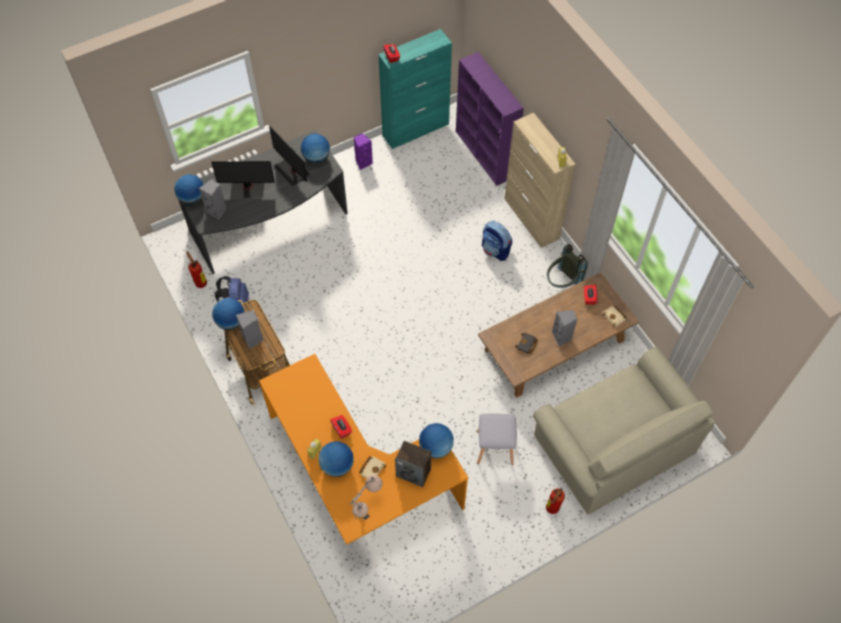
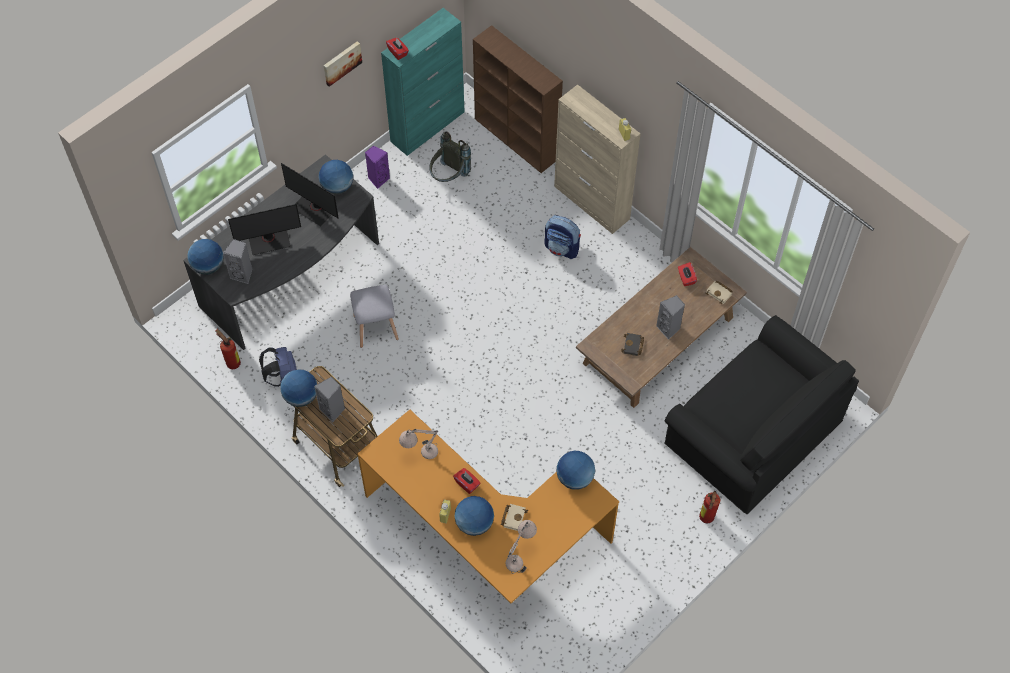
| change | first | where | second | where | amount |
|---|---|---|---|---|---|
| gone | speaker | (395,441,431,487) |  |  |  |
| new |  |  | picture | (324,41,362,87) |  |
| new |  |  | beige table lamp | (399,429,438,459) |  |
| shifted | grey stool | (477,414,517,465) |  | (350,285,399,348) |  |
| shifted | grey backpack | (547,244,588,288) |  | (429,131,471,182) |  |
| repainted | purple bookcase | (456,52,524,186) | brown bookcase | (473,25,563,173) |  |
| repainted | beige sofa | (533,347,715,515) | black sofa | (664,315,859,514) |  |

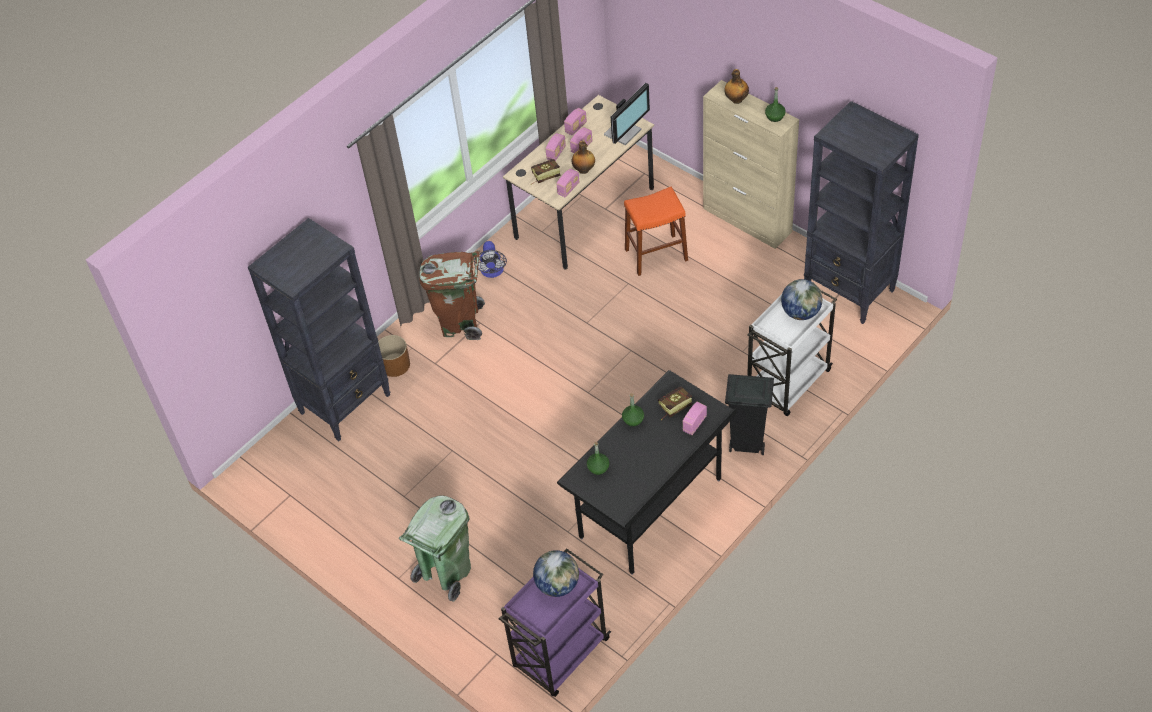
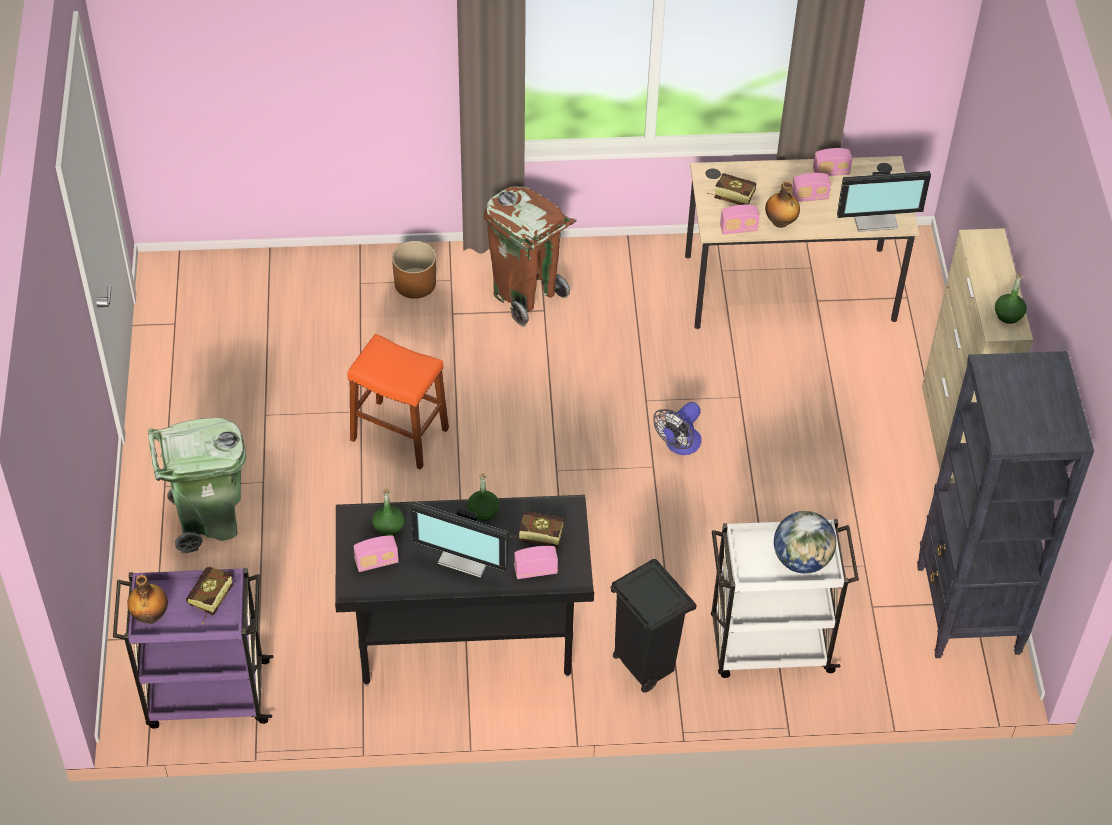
| change | first | where | second | where | amount |
|---|---|---|---|---|---|
| gone | black bookcase | (248,218,390,441) |  |  |  |
| new |  |  | monitor | (411,502,508,578) |  |
| shifted | fan | (474,241,507,278) |  | (653,402,702,455) |  |
| shifted | radio | (546,133,566,161) |  | (354,535,399,572) |  |
| shifted | orange stool | (624,187,688,276) |  | (347,334,449,470) |  |
| shifted | bottle | (724,69,749,104) |  | (127,575,168,624) |  |
| swapped | globe | (533,550,579,597) | book | (186,567,233,625) |  |

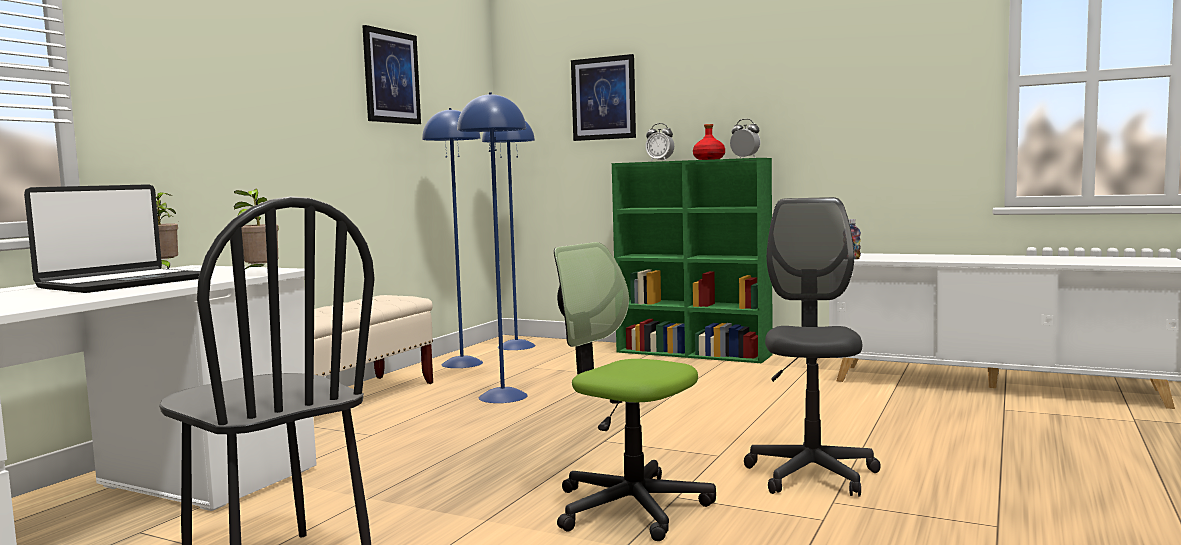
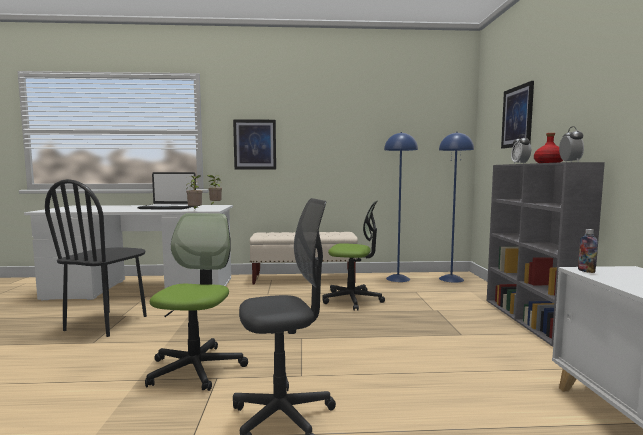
| change | first | where | second | where | amount |
|---|---|---|---|---|---|
| shifted | picture | (362,25,421,124) |  | (233,119,276,169) |  |
| swapped | blue floor lamp | (457,92,528,403) | office chair | (322,200,385,311) |  |
| repainted | green bookcase | (612,158,773,363) | grey bookcase | (487,162,605,347) |  |

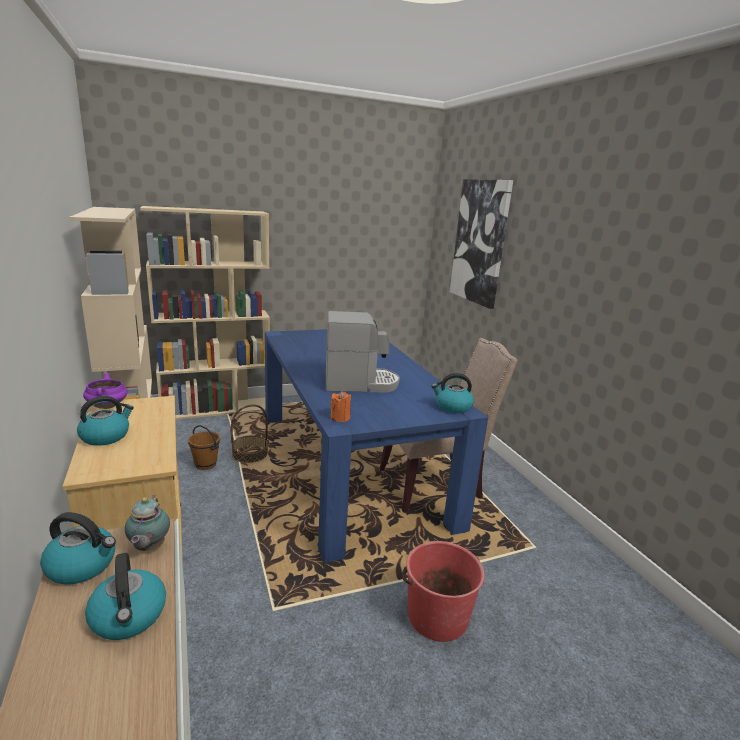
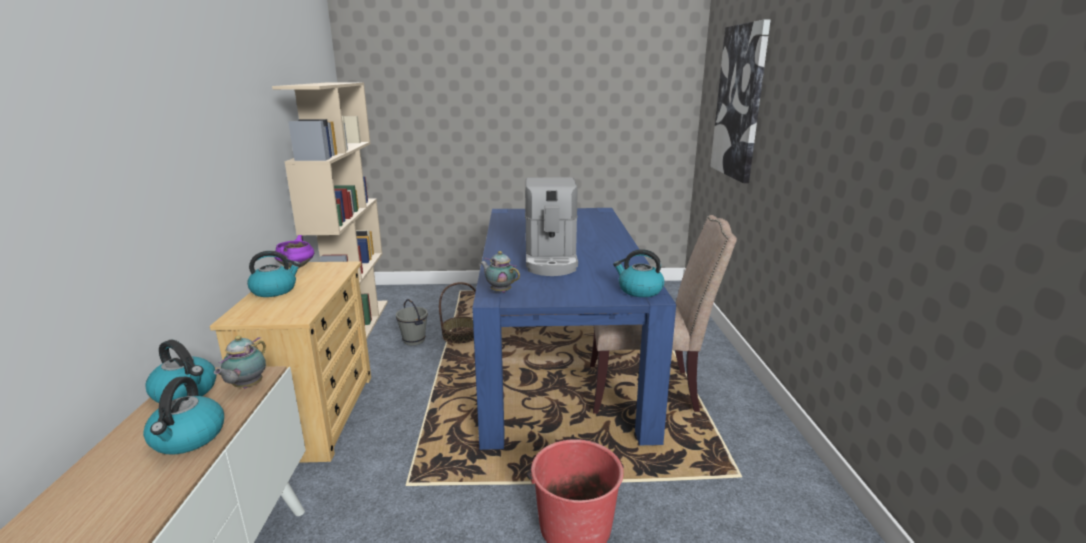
| change | first | where | second | where | amount |
|---|---|---|---|---|---|
| gone | beige bookcase | (140,206,270,420) |  |  |  |
| swapped | orange candle | (330,391,351,422) | teapot | (480,251,520,293) |  |
| repainted | brown bucket | (188,425,220,470) | grey bucket | (396,299,428,346) |  |
| rotated | coffee machine | (326,311,400,393) |  | (525,178,578,276) | 75 degrees clockwise |

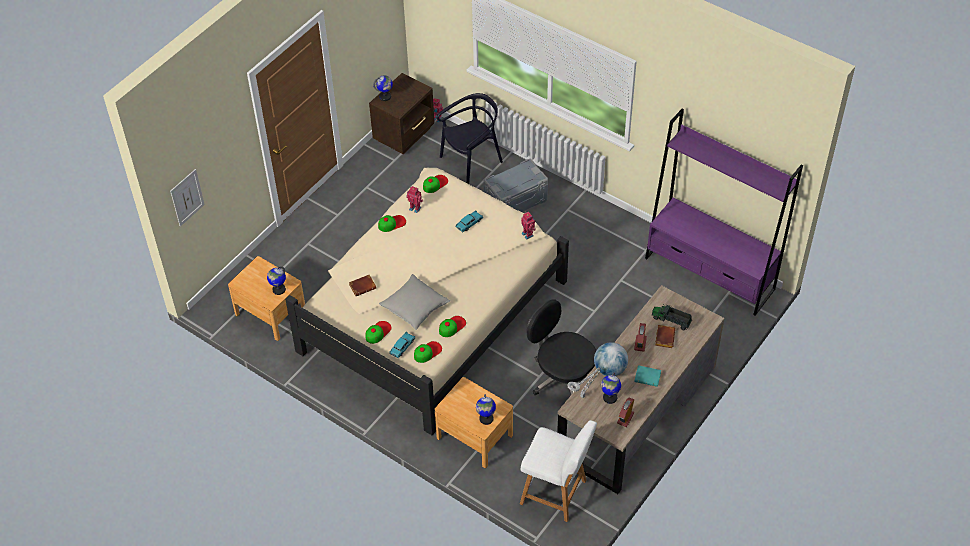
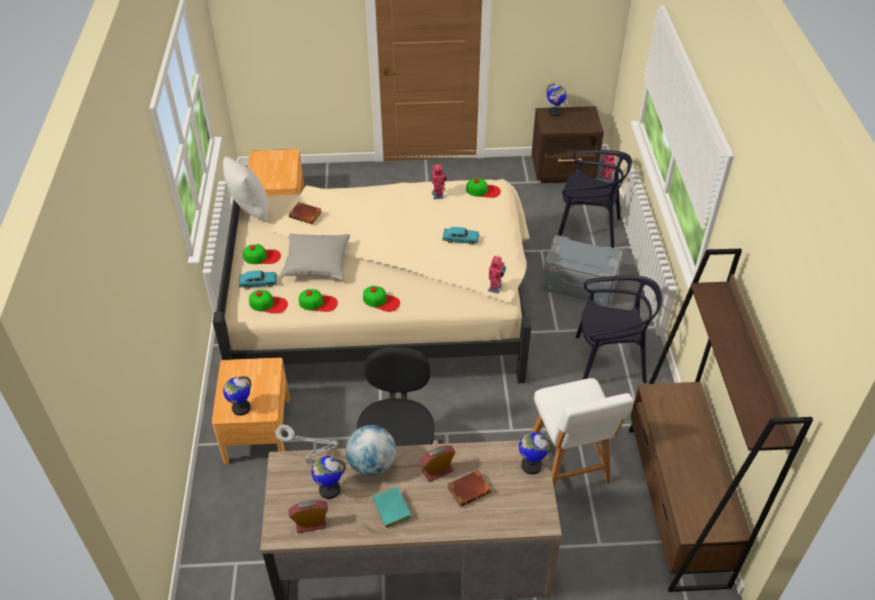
| change | first | where | second | where | amount |
|---|---|---|---|---|---|
| gone | picture | (170,169,205,226) |  |  |  |
| gone | toy truck | (652,304,692,331) |  |  |  |
| new |  |  | white pillow | (223,157,269,220) |  |
| new |  |  | black chair | (575,275,662,383) |  |
| shifted | globe | (267,266,286,295) |  | (519,432,553,474) |  |
| shifted | cap | (378,215,406,232) |  | (363,286,400,312) |  |
| shifted | white stool | (520,420,597,522) |  | (532,378,634,489) |  |
| repainted | purple bookcase | (645,109,803,316) | brown bookcase | (629,249,813,592) |  |

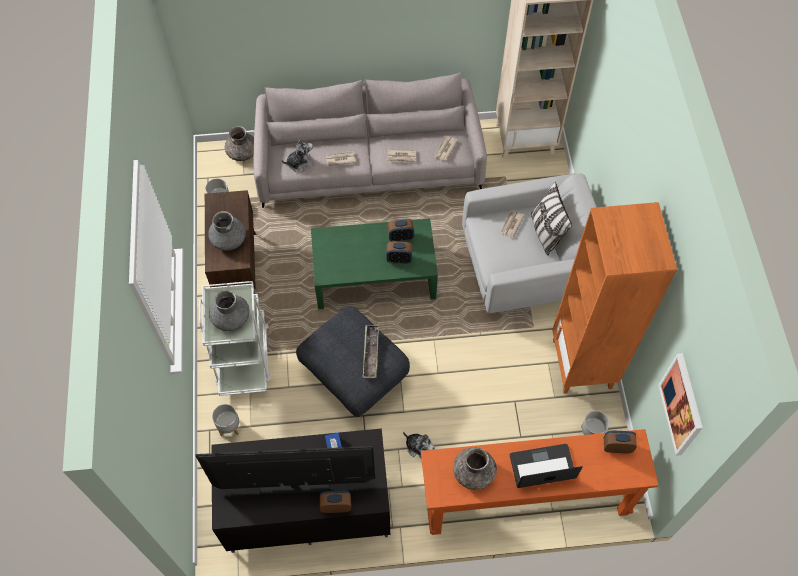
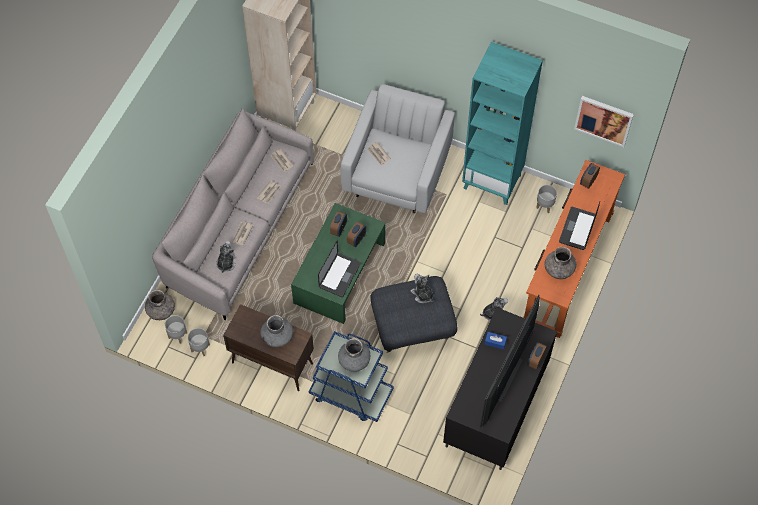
| change | first | where | second | where | amount |
|---|---|---|---|---|---|
| gone | pillow | (531,182,572,256) |  |  |  |
| new |  |  | laptop | (318,240,361,297) |  |
| shifted | grey planter | (212,404,239,436) |  | (165,315,187,344) |  |
| swapped | tray | (363,325,379,378) | plush toy | (411,274,434,303) |  |
| repainted | white cart | (199,281,271,396) | blue cart | (309,331,394,422) |  |
| repainted | orange bookcase | (552,202,677,394) | turquoise bookcase | (462,42,543,205) |  |

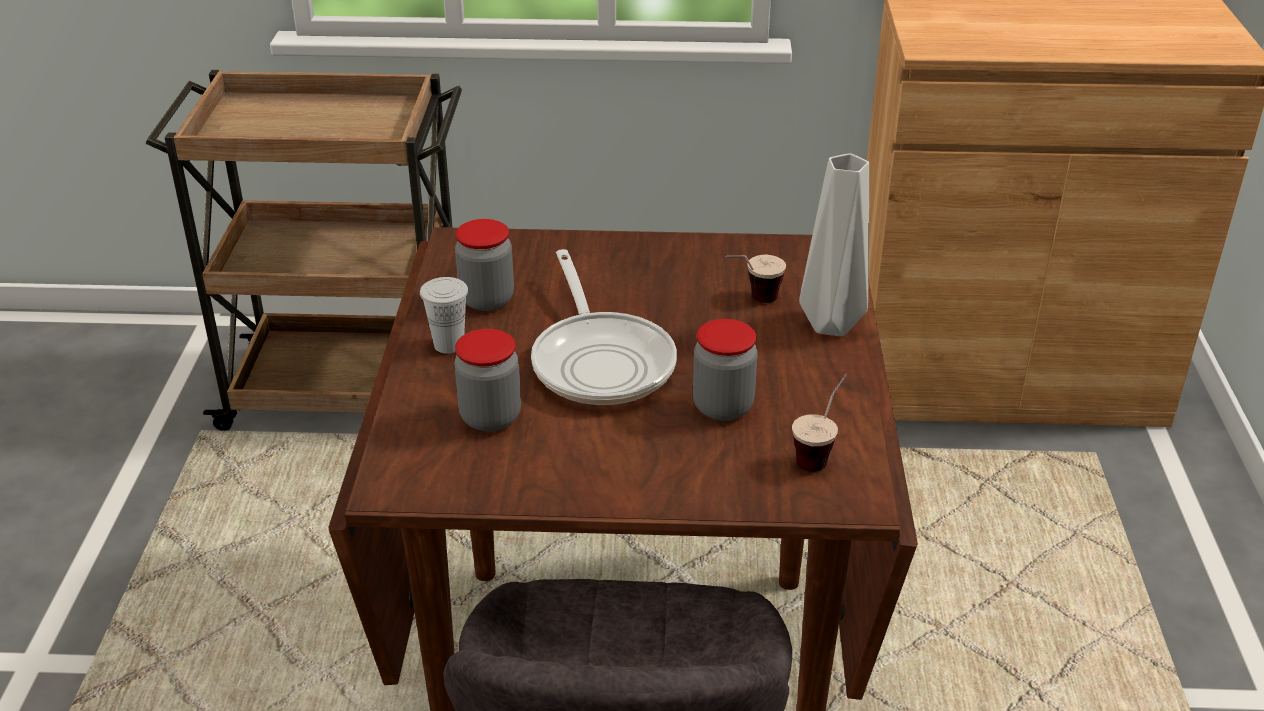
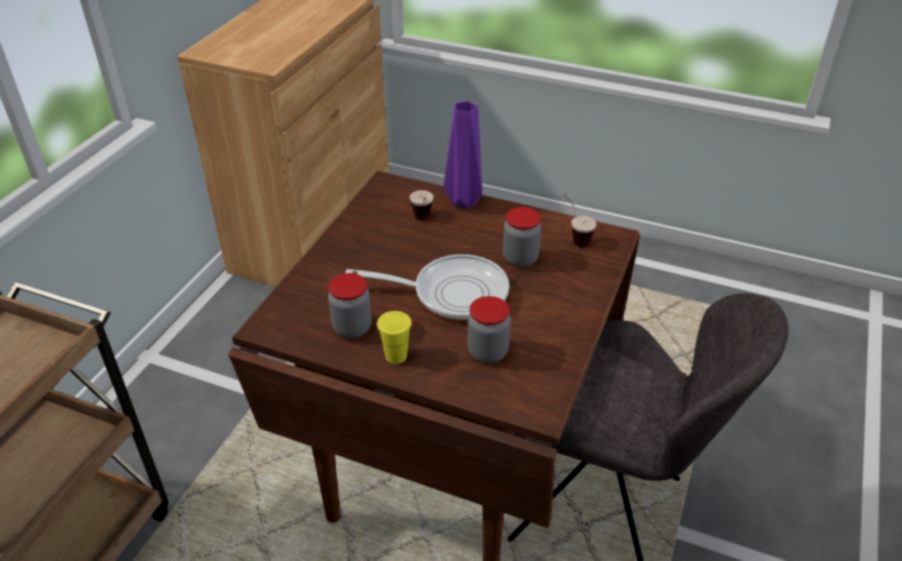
| change | first | where | second | where | amount |
|---|---|---|---|---|---|
| repainted | white cup | (420,277,468,354) | yellow cup | (377,311,412,364) |  |
| repainted | grey vase | (799,153,869,336) | purple vase | (443,101,482,209) |  |

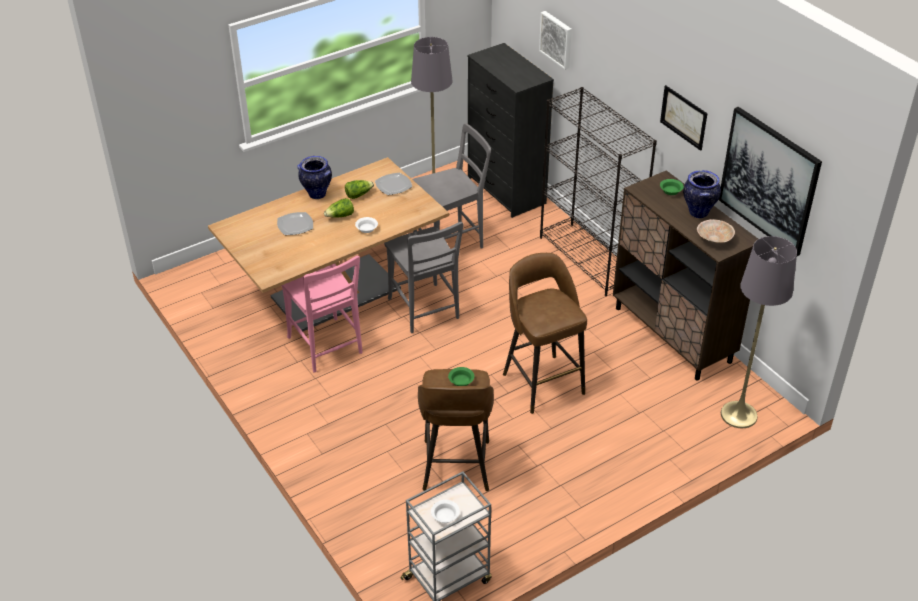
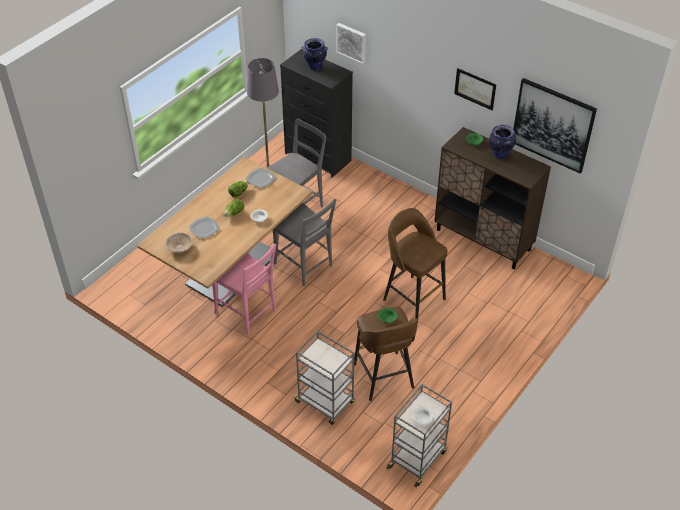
| change | first | where | second | where | amount |
|---|---|---|---|---|---|
| gone | black bookcase | (540,87,657,296) |  |  |  |
| gone | grey floor lamp | (721,236,797,428) |  |  |  |
| new |  |  | grey cart | (294,331,355,425) |  |
| shifted | vase | (297,156,332,199) |  | (301,38,328,70) |  |
| shifted | beige bowl | (697,219,735,243) |  | (165,233,193,252) |  |

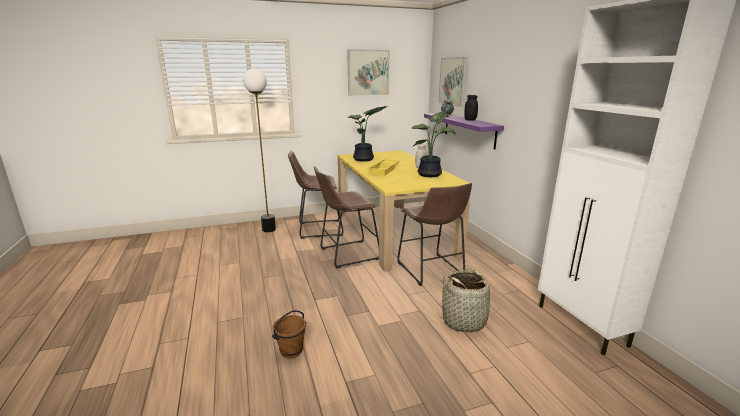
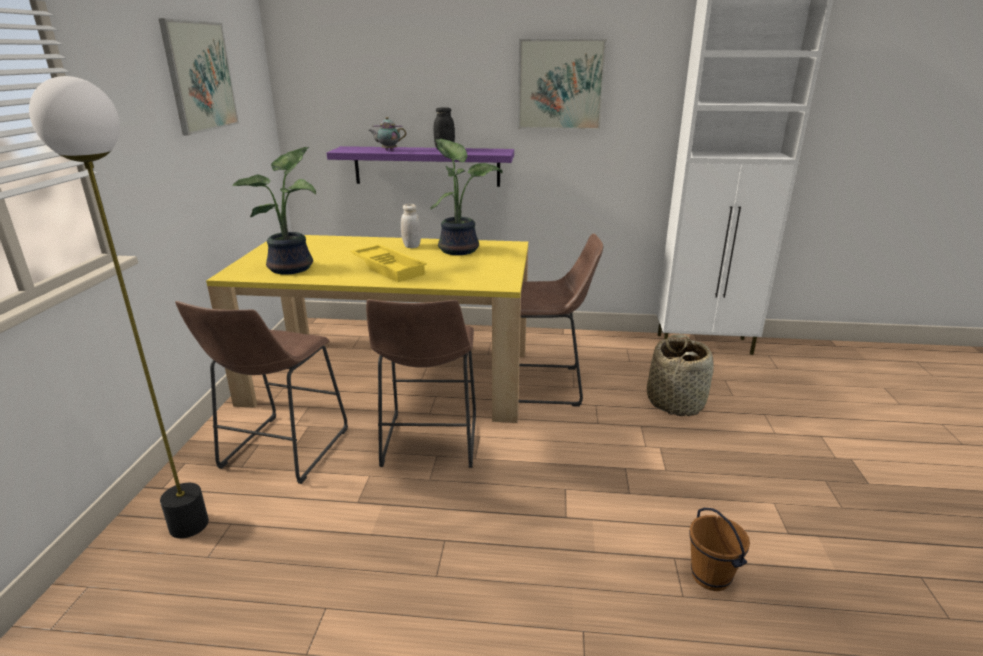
| change | first | where | second | where | amount |
|---|---|---|---|---|---|
| shifted | picture | (438,57,467,107) |  | (518,39,607,130) |  |

